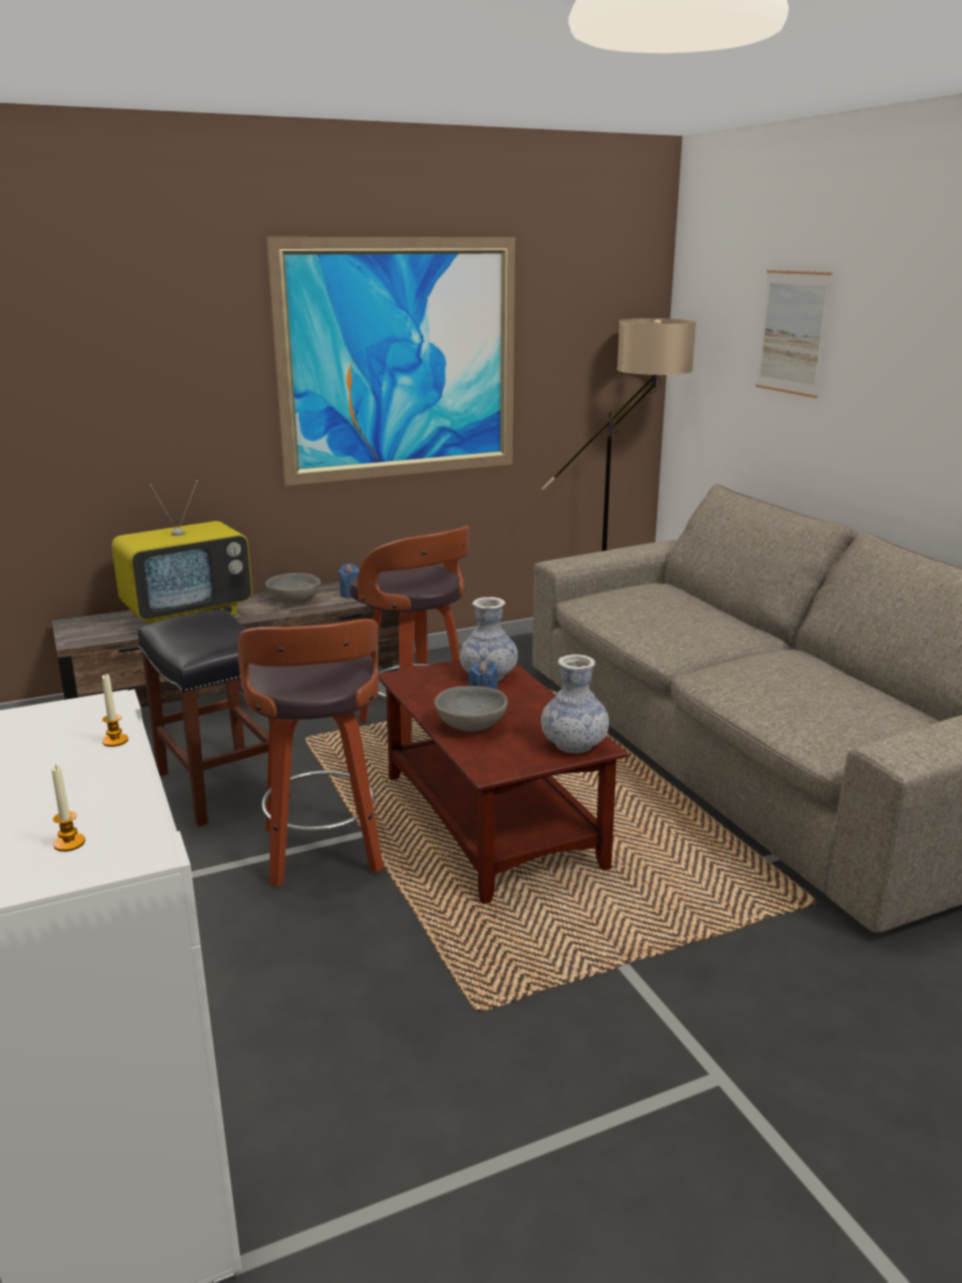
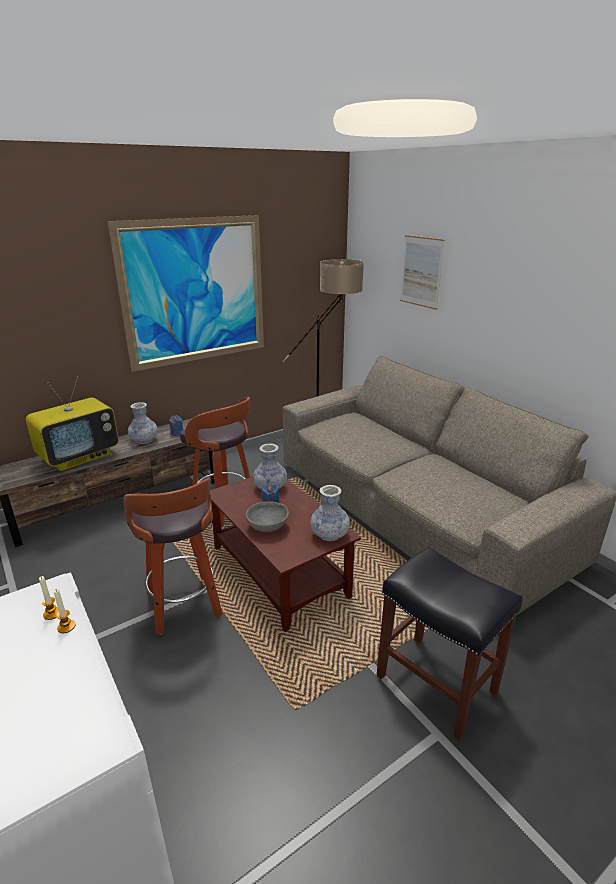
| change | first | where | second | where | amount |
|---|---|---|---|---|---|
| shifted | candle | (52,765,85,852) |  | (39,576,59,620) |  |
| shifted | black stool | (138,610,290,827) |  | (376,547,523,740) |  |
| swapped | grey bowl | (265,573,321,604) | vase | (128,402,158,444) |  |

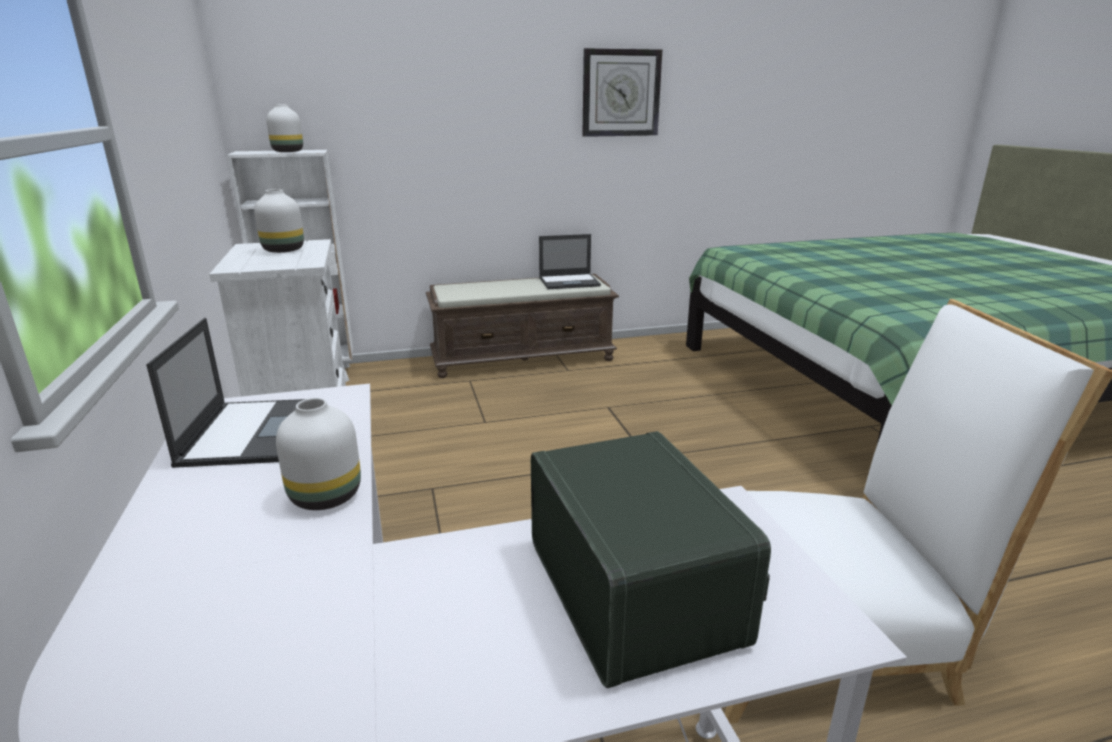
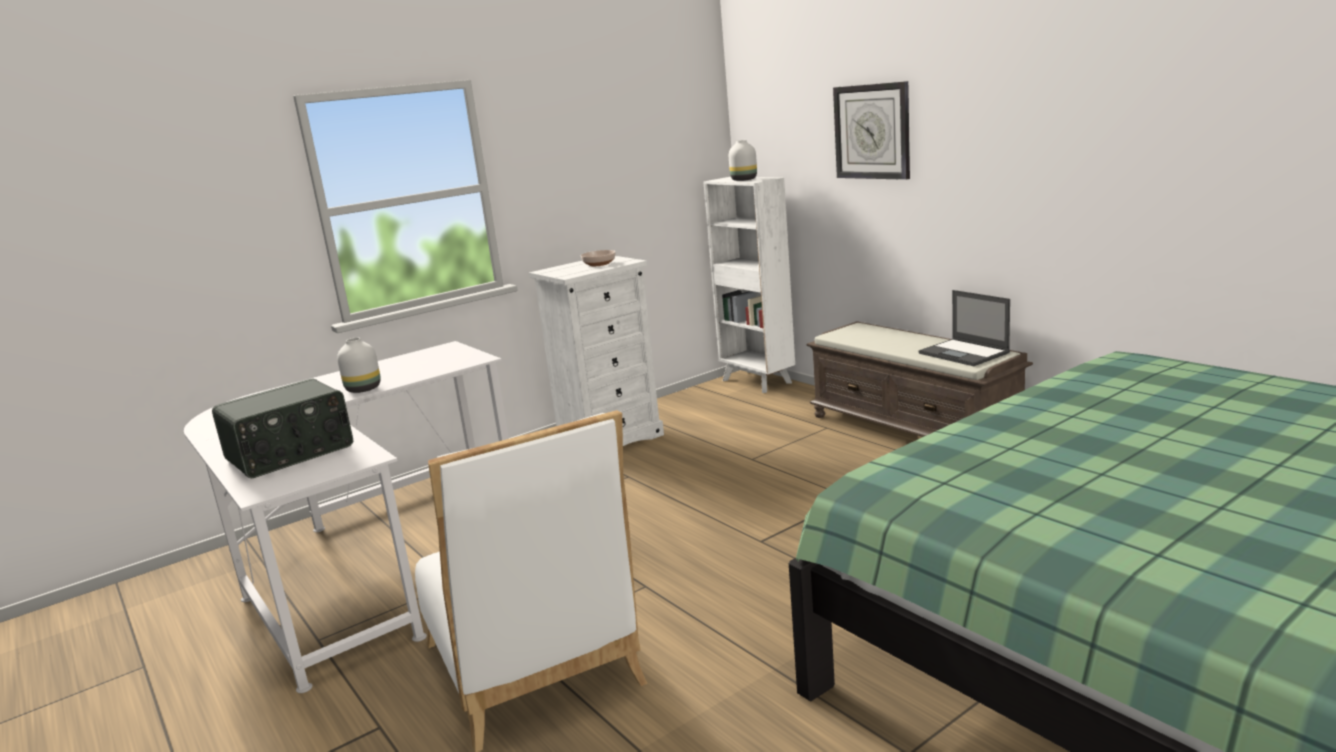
| change | first | where | second | where | amount |
|---|---|---|---|---|---|
| gone | laptop | (146,318,305,468) |  |  |  |
| shifted | wall clock | (582,48,662,137) |  | (833,81,910,180) |  |
| swapped | white vase | (255,189,304,253) | bowl | (581,250,616,266) |  |

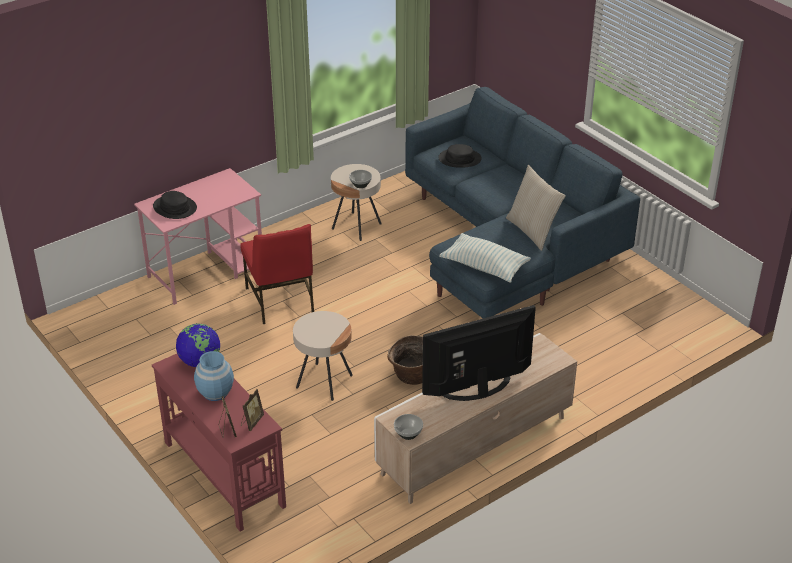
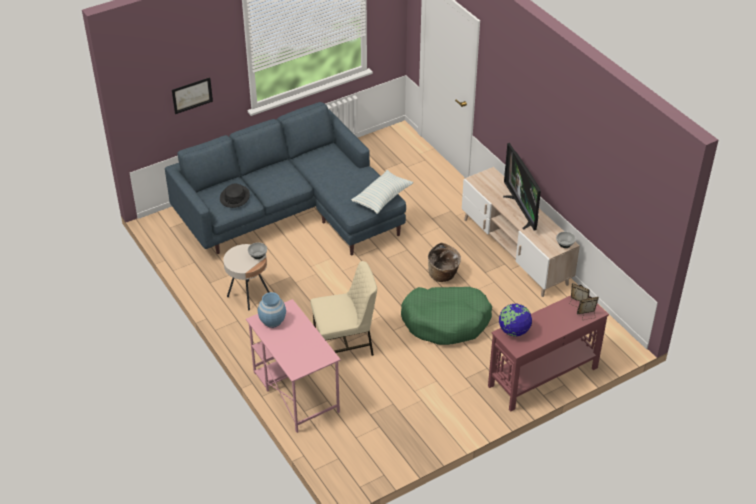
| change | first | where | second | where | amount |
|---|---|---|---|---|---|
| gone | black hat | (153,191,197,219) |  |  |  |
| gone | beige pillow | (506,165,566,251) |  |  |  |
| new |  |  | picture | (172,77,213,114) |  |
| shifted | blue vase | (194,351,234,401) |  | (258,292,286,328) |  |
| swapped | beige side table | (293,311,353,401) | green dog bed | (401,287,492,345) |  |
| repainted | red chair | (240,224,314,324) | beige chair | (310,261,377,356) |  |

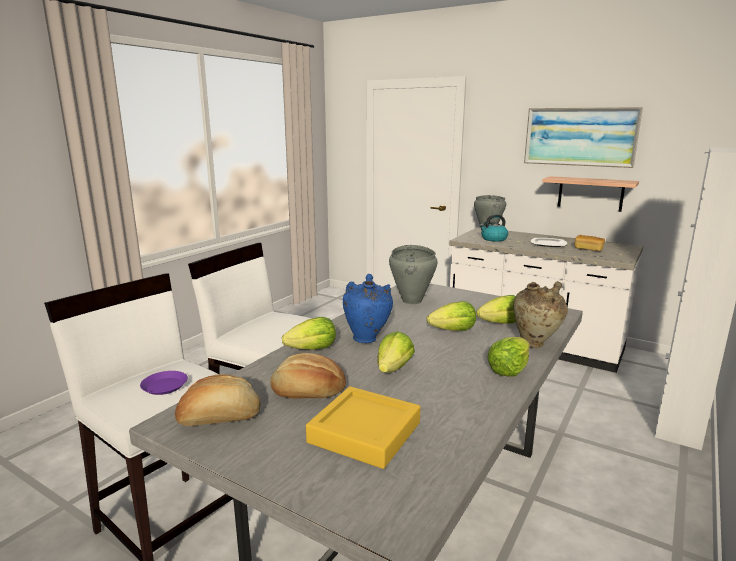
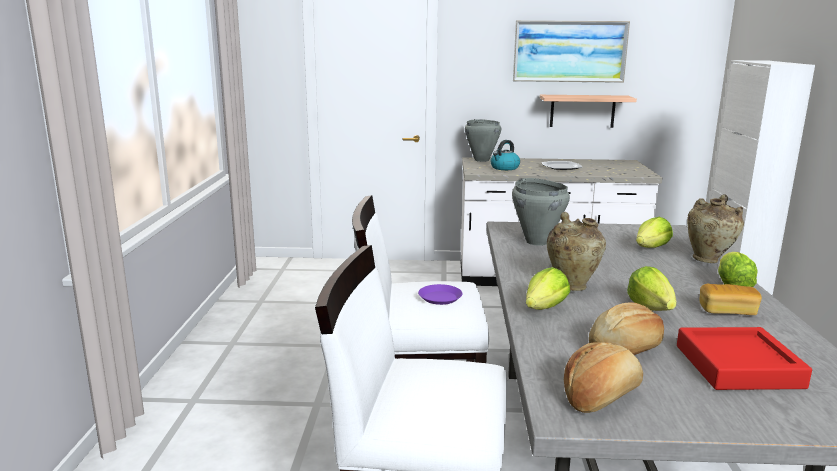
| change | first | where | second | where | amount |
|---|---|---|---|---|---|
| gone | lettuce | (427,301,476,331) |  |  |  |
| shifted | purple plate | (140,371,188,395) |  | (418,284,463,305) |  |
| shifted | bread | (575,235,605,251) |  | (700,284,762,315) |  |
| repainted | yellow tray | (306,386,421,469) | red tray | (677,327,812,390) |  |
| repainted | blue vase | (342,274,393,343) | beige vase | (547,212,606,291) |  |

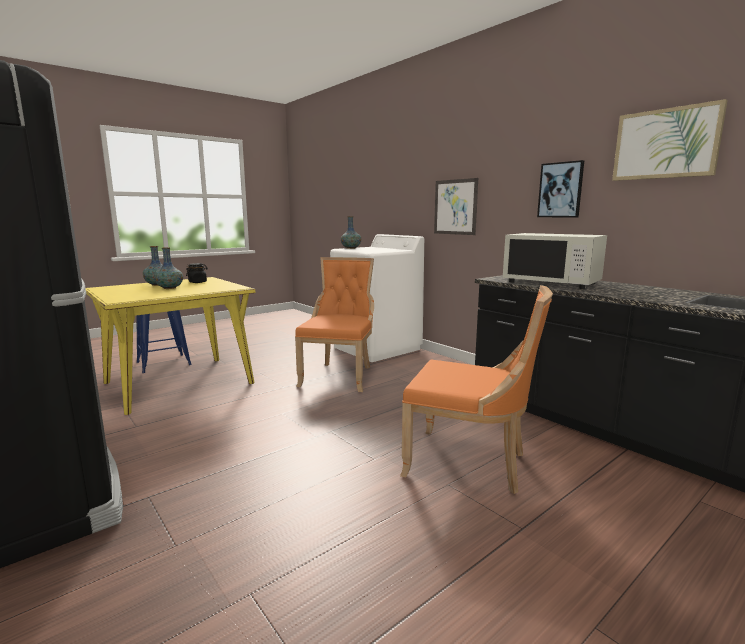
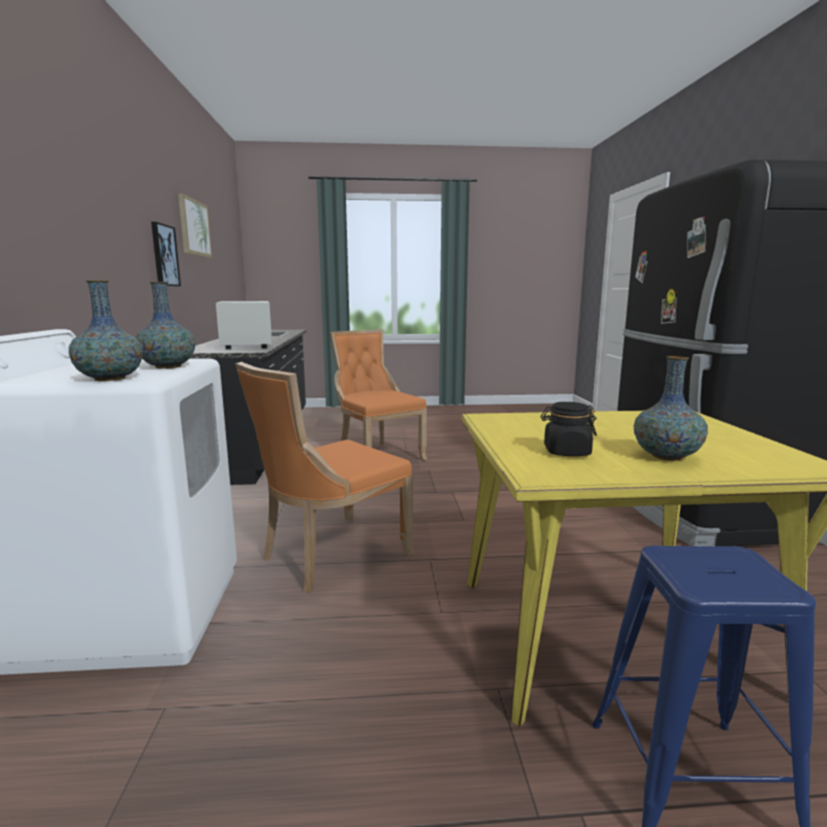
| change | first | where | second | where | amount |
|---|---|---|---|---|---|
| gone | picture | (434,178,478,235) |  |  |  |
| shifted | vase | (154,247,183,289) |  | (135,282,196,369) |  |

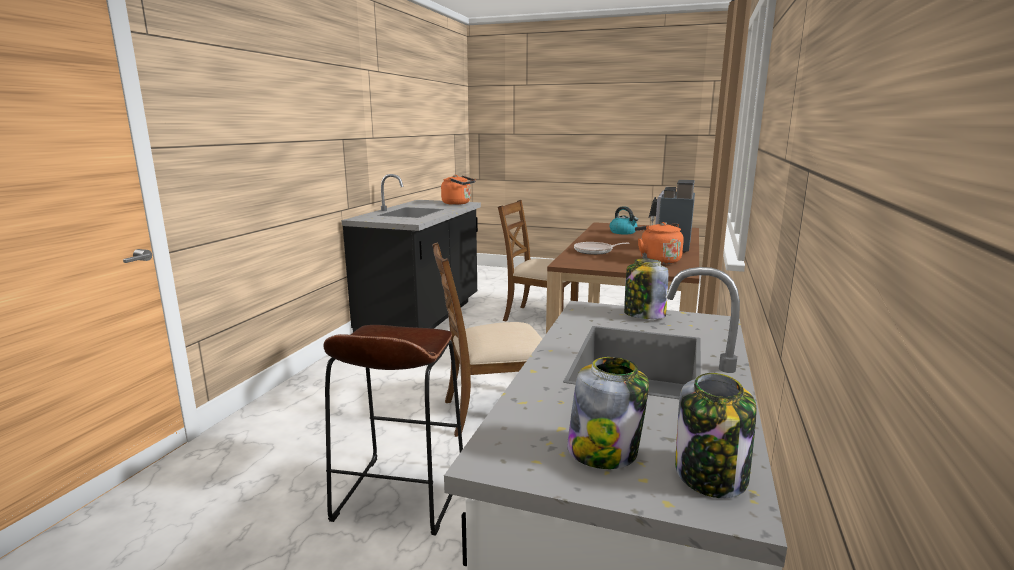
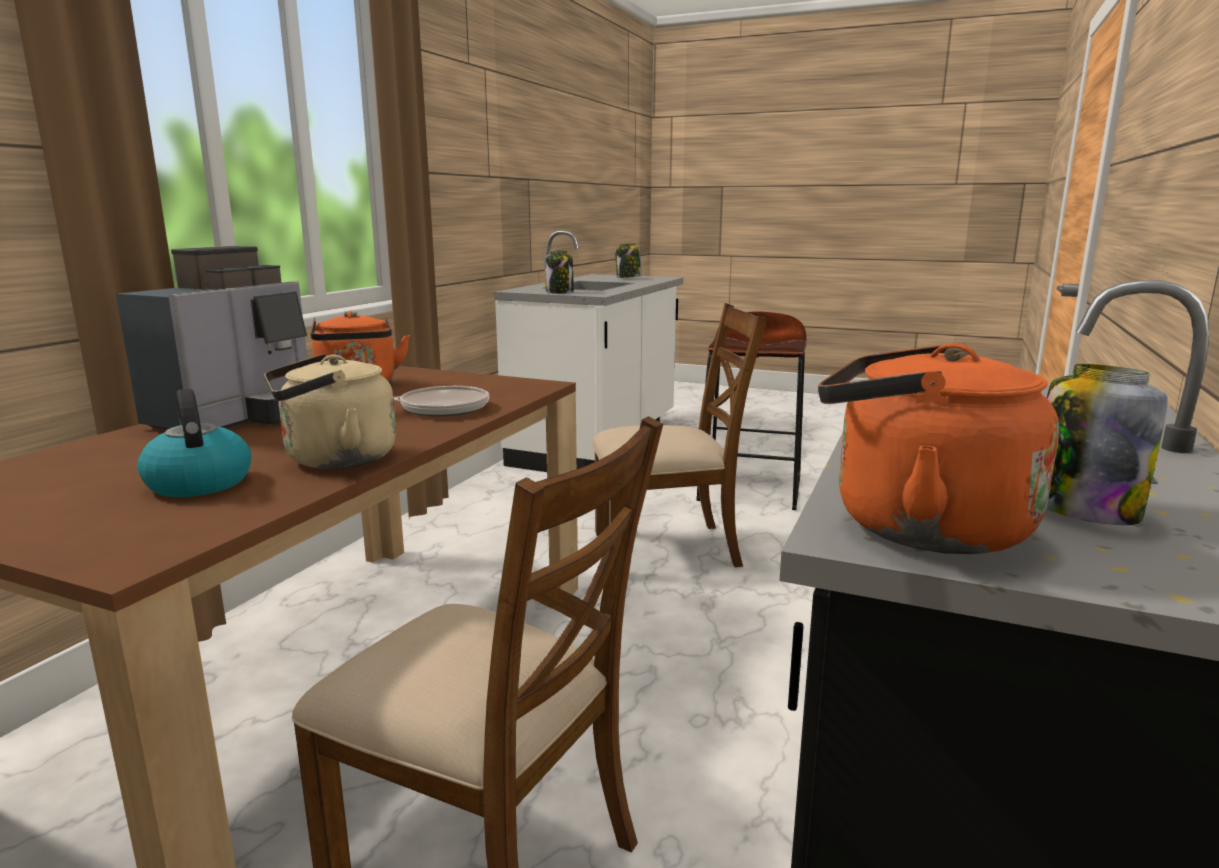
| change | first | where | second | where | amount |
|---|---|---|---|---|---|
| new |  |  | beige kettle | (264,354,396,469) |  |
| shifted | jar | (675,373,757,498) |  | (1047,364,1168,525) |  |

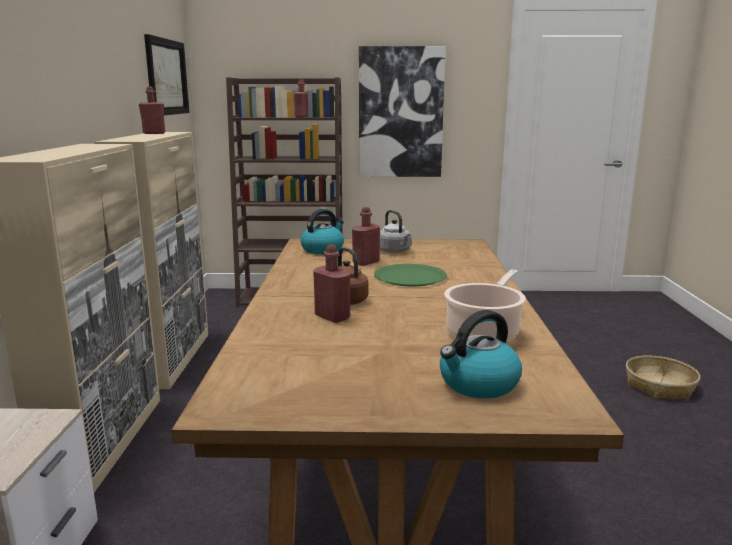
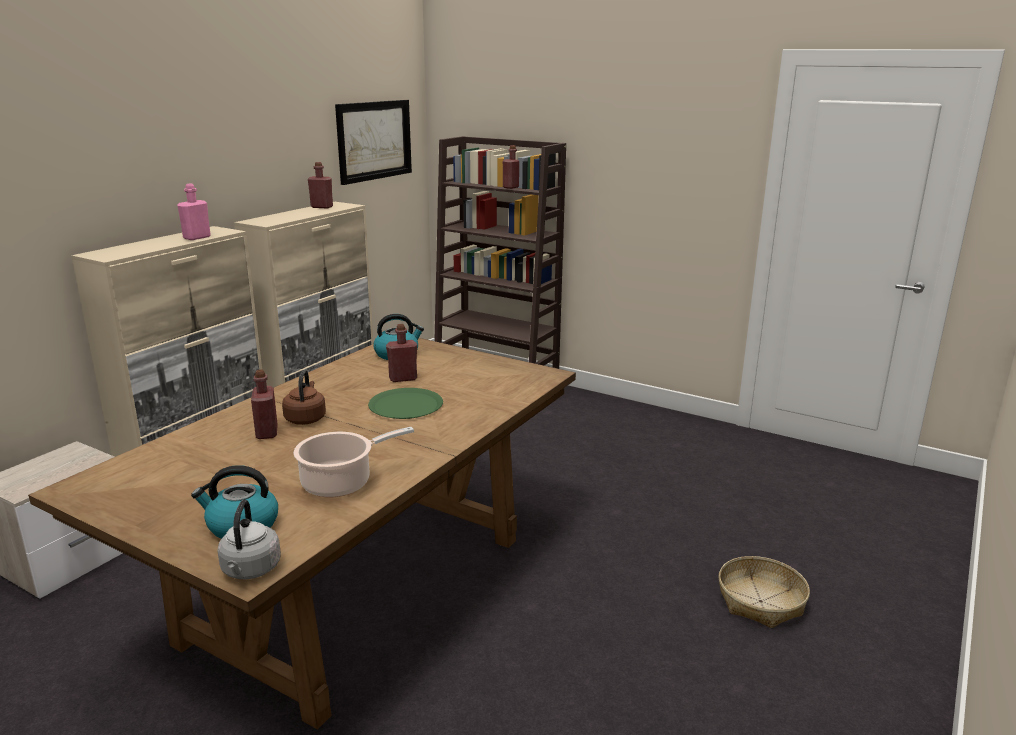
| change | first | where | second | where | amount |
|---|---|---|---|---|---|
| gone | picture | (359,46,446,177) |  |  |  |
| new |  |  | pink bottle | (177,184,211,240) |  |
| shifted | grey kettle | (380,210,411,253) |  | (217,500,281,580) |  |

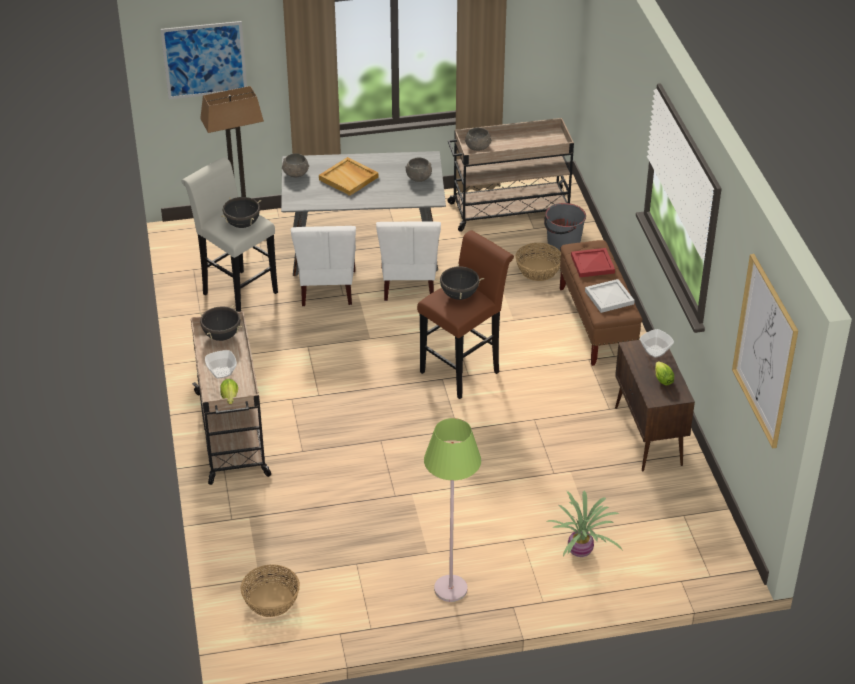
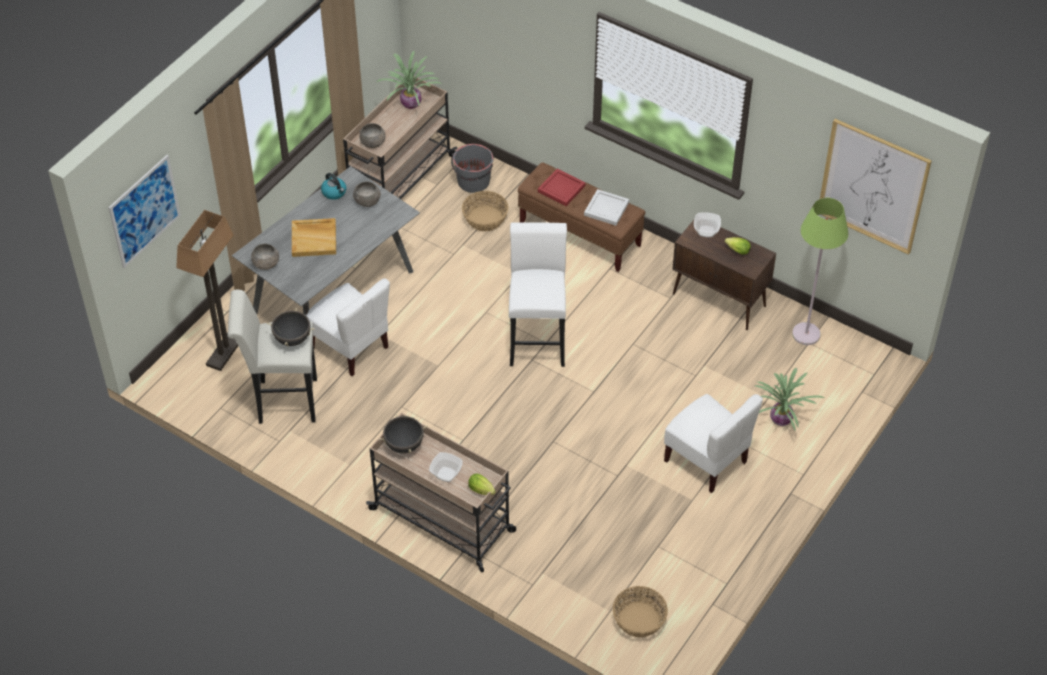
| change | first | where | second | where | amount |
|---|---|---|---|---|---|
| gone | black cooking pot | (435,264,484,300) |  |  |  |
| new |  |  | kettle | (321,173,346,200) |  |
| new |  |  | potted plant | (377,51,443,109) |  |
| shifted | white chair | (376,222,441,301) |  | (664,394,763,493) |  |
| shifted | green floor lamp | (424,418,481,602) |  | (792,198,848,345) |  |
| repainted | brown stool | (417,230,514,399) | white stool | (509,222,567,367) |  |

